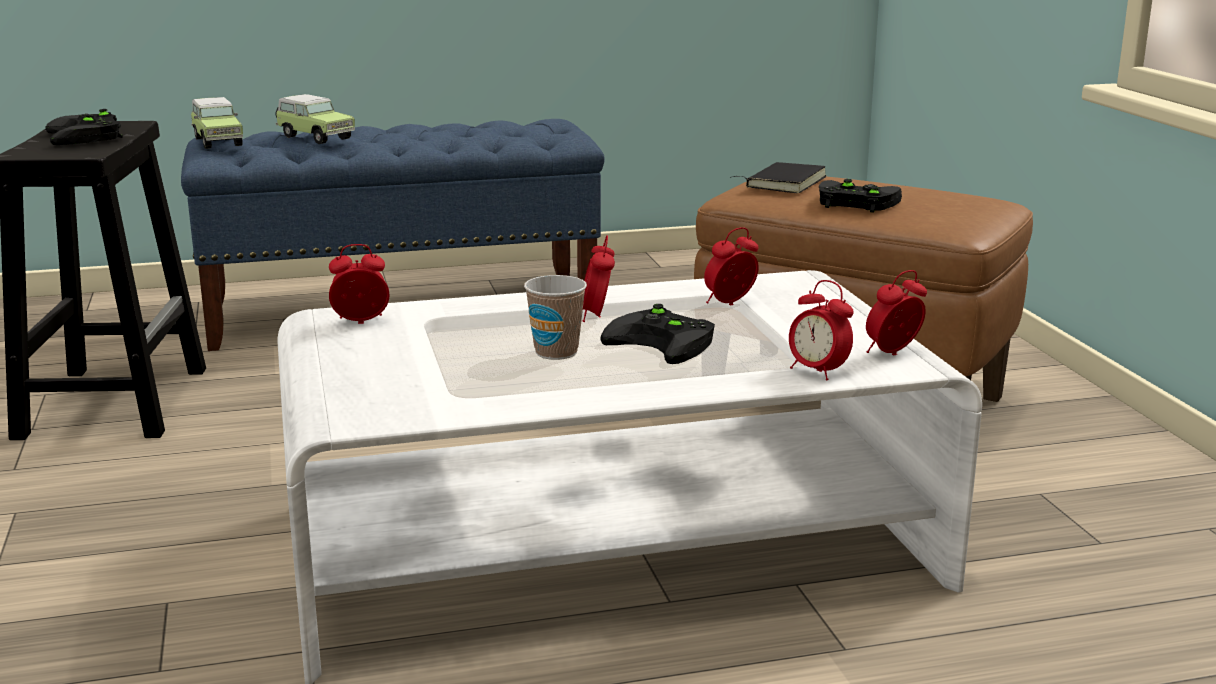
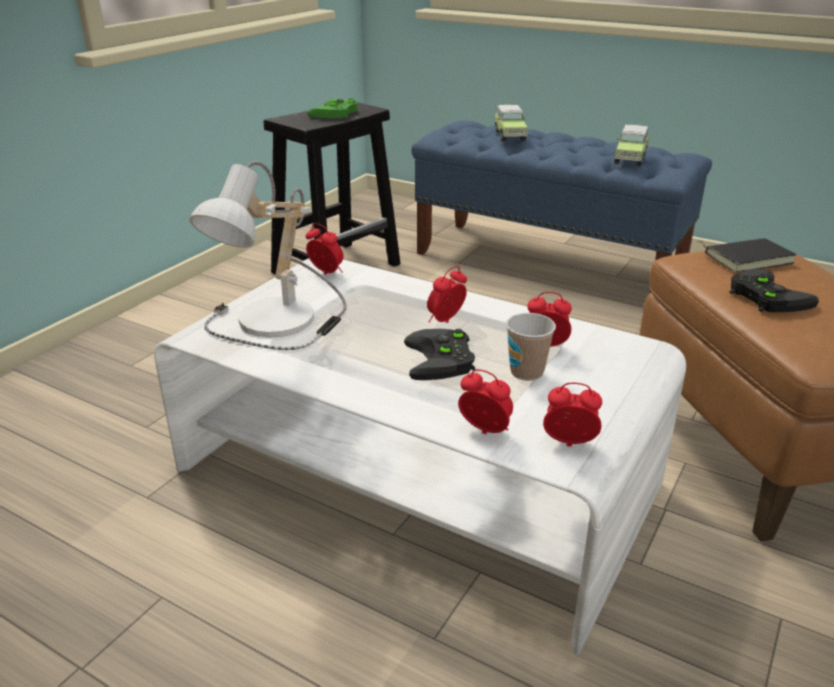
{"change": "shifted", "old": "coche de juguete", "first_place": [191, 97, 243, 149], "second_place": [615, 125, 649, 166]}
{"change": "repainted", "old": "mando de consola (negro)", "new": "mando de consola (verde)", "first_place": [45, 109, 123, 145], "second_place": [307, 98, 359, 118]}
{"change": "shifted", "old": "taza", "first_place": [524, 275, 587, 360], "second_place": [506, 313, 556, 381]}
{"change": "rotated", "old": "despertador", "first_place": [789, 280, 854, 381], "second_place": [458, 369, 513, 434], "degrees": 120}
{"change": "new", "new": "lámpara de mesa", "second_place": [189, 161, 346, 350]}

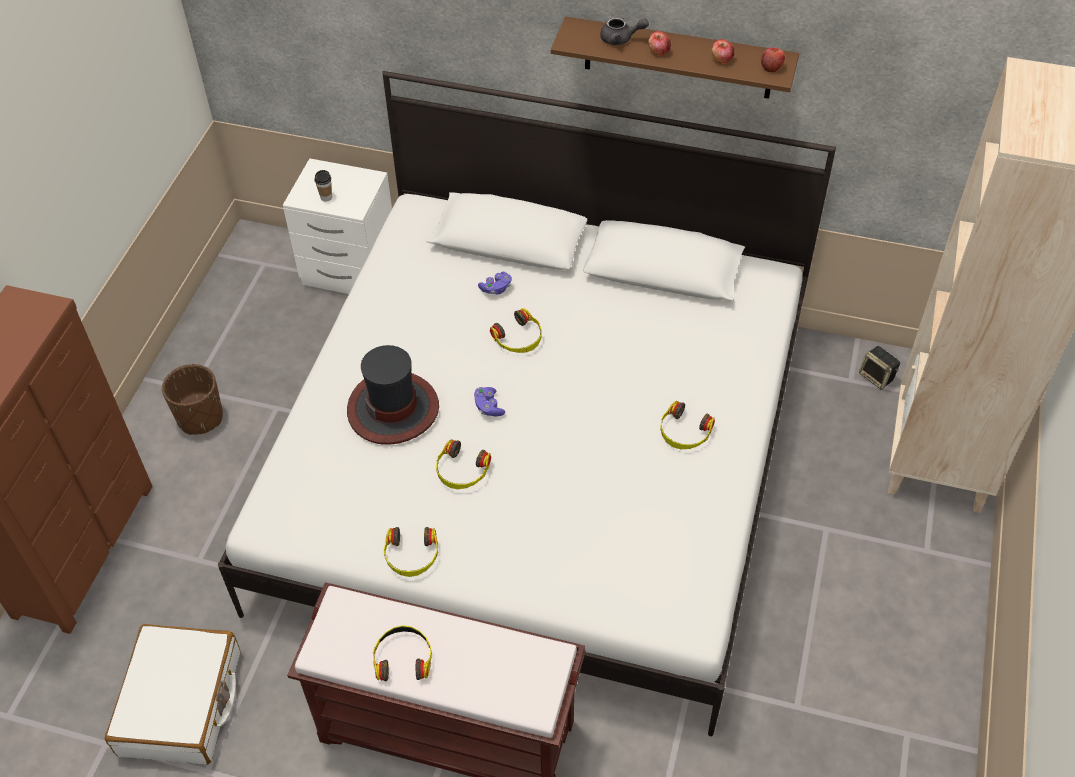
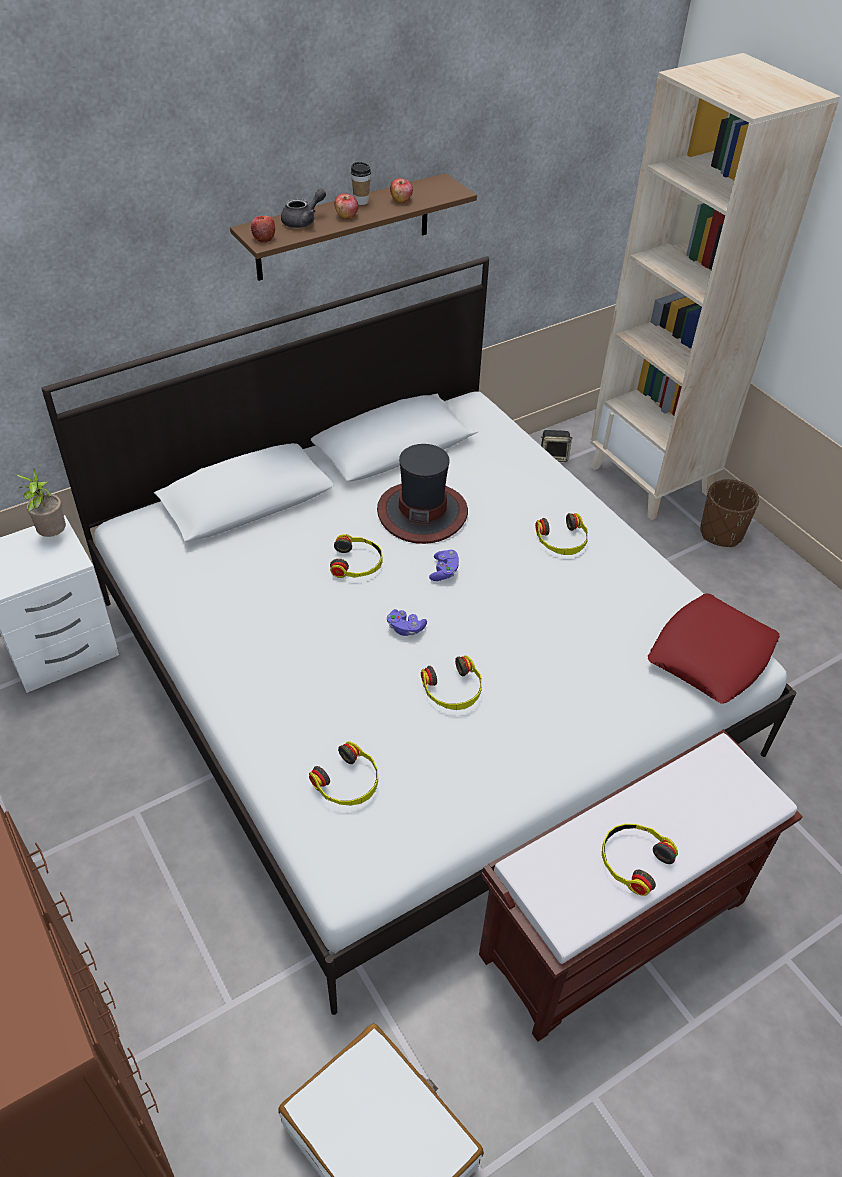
{"change": "shifted", "old": "manzana", "first_place": [761, 47, 785, 72], "second_place": [251, 216, 275, 243]}
{"change": "shifted", "old": "taza", "first_place": [314, 170, 332, 202], "second_place": [351, 162, 371, 205]}
{"change": "shifted", "old": "mando de consola (morado)", "first_place": [478, 272, 512, 294], "second_place": [429, 550, 459, 581]}
{"change": "shifted", "old": "sombrero", "first_place": [347, 345, 439, 445], "second_place": [377, 444, 468, 544]}
{"change": "shifted", "old": "maceta (marrón)", "first_place": [162, 364, 223, 435], "second_place": [700, 479, 759, 547]}
{"change": "shifted", "old": "auriculares", "first_place": [384, 527, 438, 577], "second_place": [309, 741, 378, 805]}
{"change": "new", "new": "planta en maceta", "second_place": [16, 468, 66, 537]}
{"change": "new", "new": "cojín (rojo)", "second_place": [648, 593, 780, 704]}

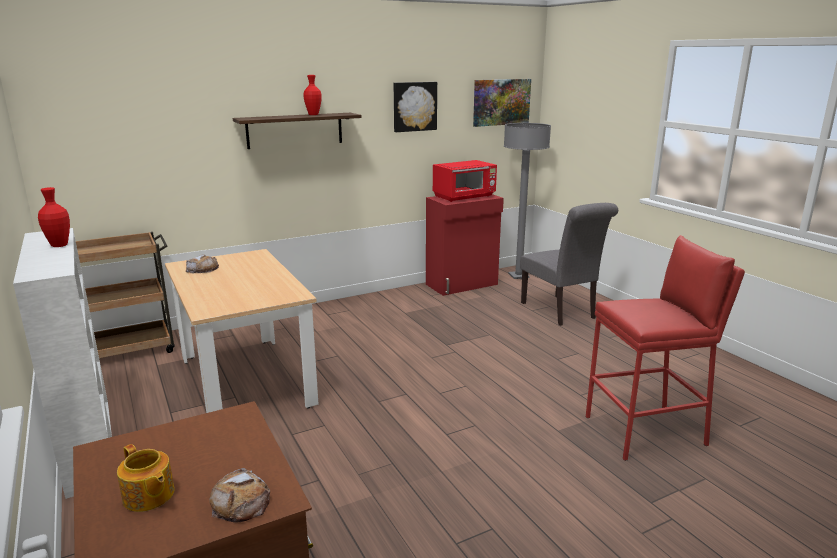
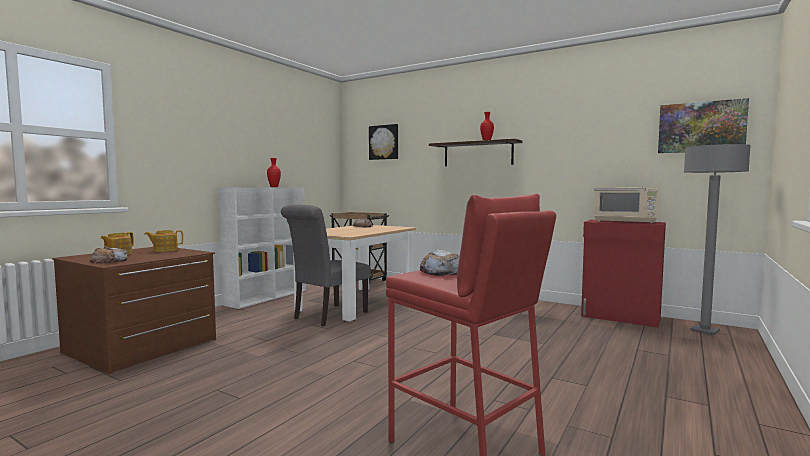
{"change": "shifted", "old": "cuadro", "first_place": [394, 82, 437, 132], "second_place": [369, 124, 398, 160]}
{"change": "repainted", "old": "microondas (rojo)", "new": "microondas (beis)", "first_place": [433, 160, 497, 202], "second_place": [594, 187, 659, 224]}
{"change": "shifted", "old": "silla (gris)", "first_place": [520, 203, 618, 326], "second_place": [281, 205, 371, 326]}
{"change": "new", "new": "tetera", "second_place": [144, 230, 183, 252]}
{"change": "new", "new": "pan", "second_place": [420, 249, 460, 276]}

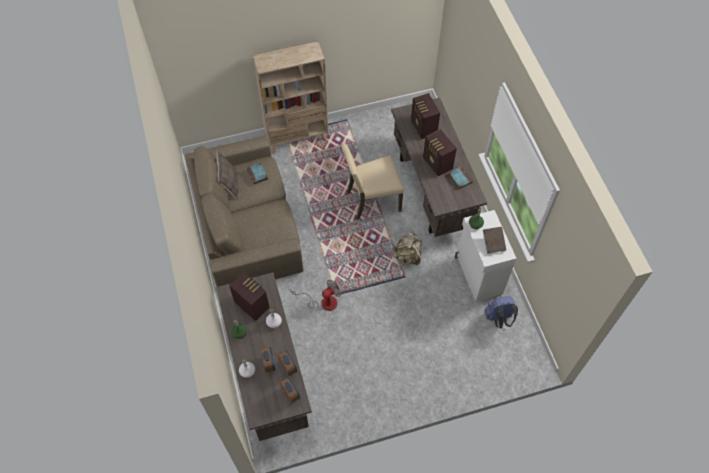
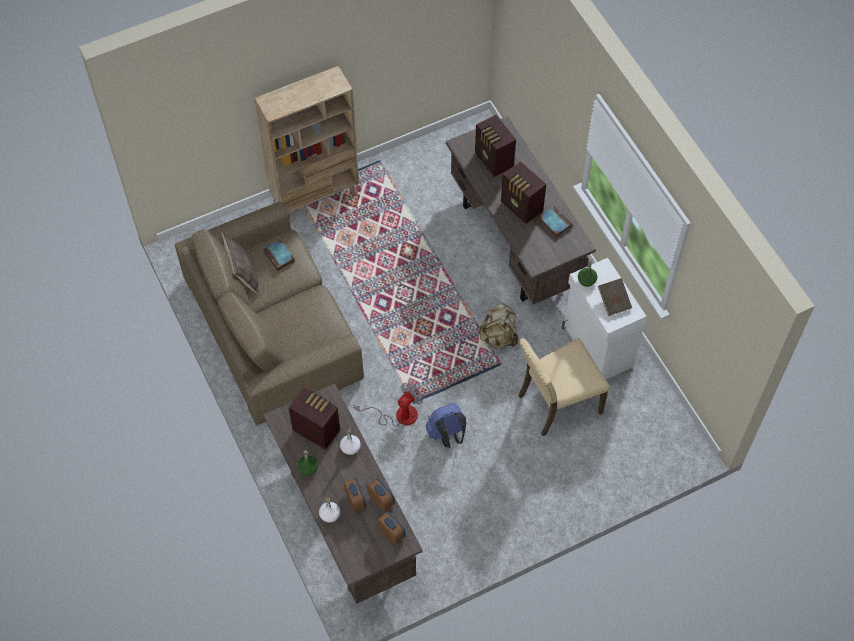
{"change": "shifted", "old": "silla (beis)", "first_place": [341, 143, 404, 220], "second_place": [518, 338, 610, 436]}
{"change": "shifted", "old": "mochila (azul)", "first_place": [484, 296, 518, 329], "second_place": [426, 404, 466, 448]}

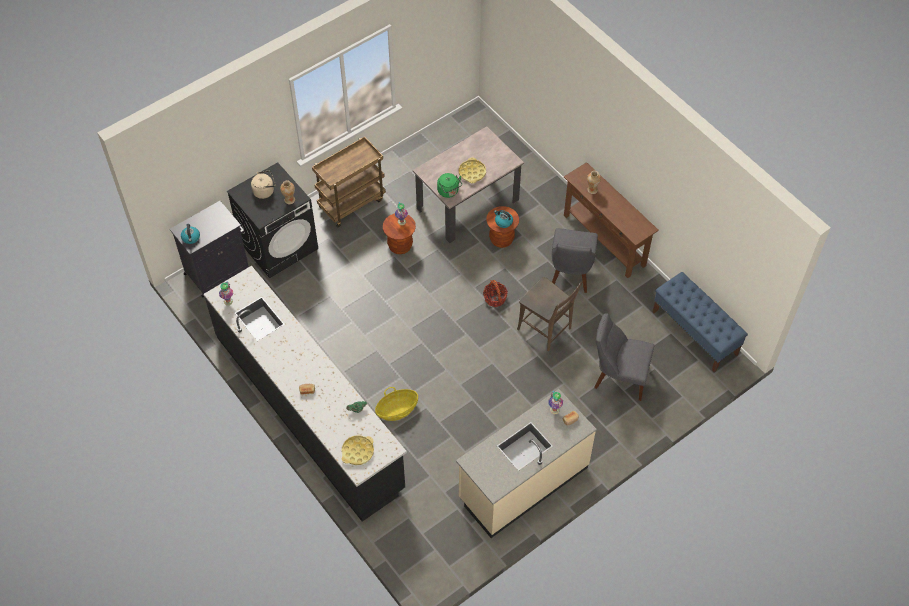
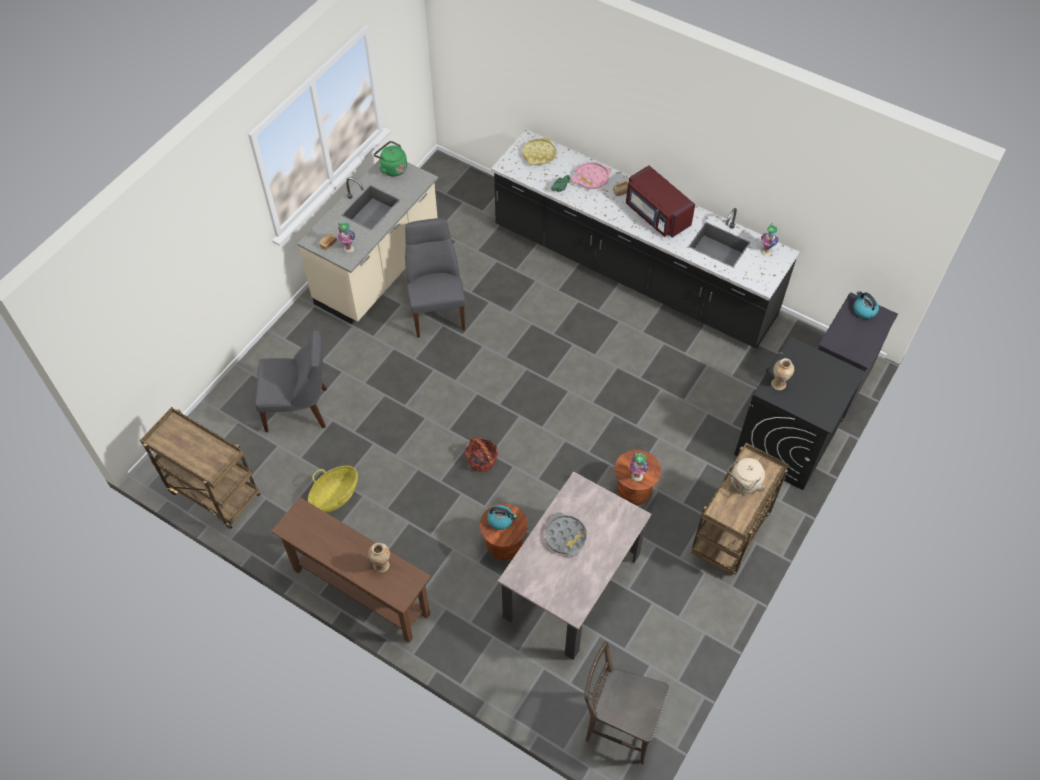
{"change": "repainted", "old": "bandeja (amarillo)", "new": "bandeja (gris)", "first_place": [459, 158, 486, 183], "second_place": [545, 512, 587, 556]}
{"change": "shifted", "old": "hervidor (beis)", "first_place": [251, 171, 276, 199], "second_place": [728, 458, 767, 494]}
{"change": "shifted", "old": "hervidor (verde)", "first_place": [437, 173, 462, 198], "second_place": [374, 141, 407, 177]}
{"change": "shifted", "old": "silla (gris)", "first_place": [551, 228, 598, 293], "second_place": [405, 218, 466, 338]}
{"change": "swapped", "old": "banco (azul)", "new": "carrito (marrón)", "first_place": [653, 272, 748, 372], "second_place": [140, 407, 261, 529]}
{"change": "shifted", "old": "silla (marrón)", "first_place": [517, 277, 582, 351], "second_place": [584, 641, 669, 764]}
{"change": "shifted", "old": "cesta", "first_place": [375, 387, 418, 421], "second_place": [308, 466, 358, 512]}
{"change": "new", "new": "bandeja (rosa)", "second_place": [572, 162, 611, 189]}
{"change": "new", "new": "microondas (rojo)", "second_place": [626, 166, 695, 238]}

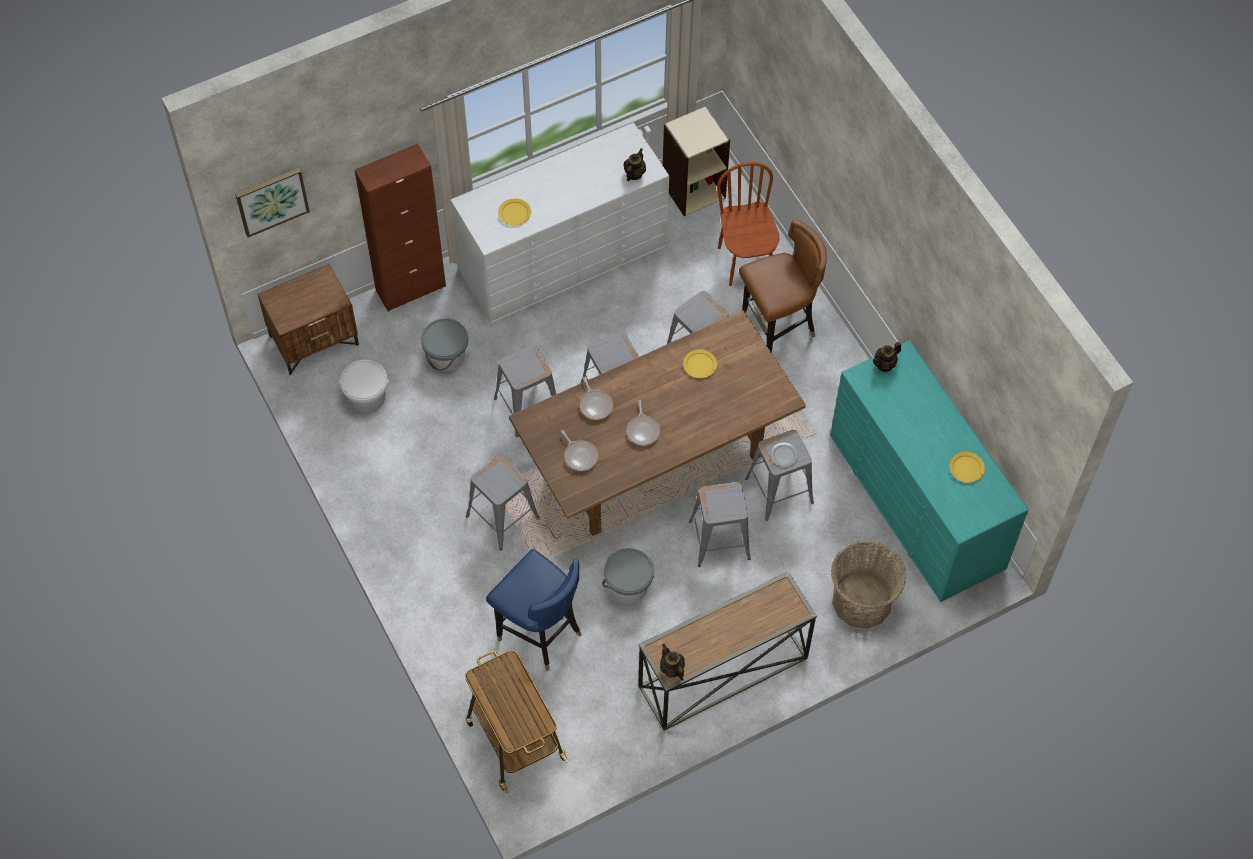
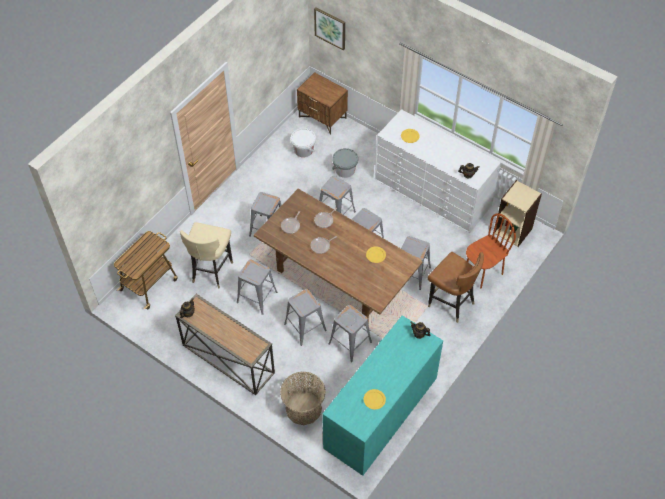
{"change": "gone", "old": "armario (marrón)", "first_place": [355, 144, 446, 312]}
{"change": "swapped", "old": "cubo (gris)", "new": "taburete (gris)", "first_place": [602, 548, 654, 603], "second_place": [237, 260, 277, 315]}
{"change": "repainted", "old": "silla (azul)", "new": "silla (beis)", "first_place": [486, 549, 581, 671], "second_place": [180, 222, 233, 288]}

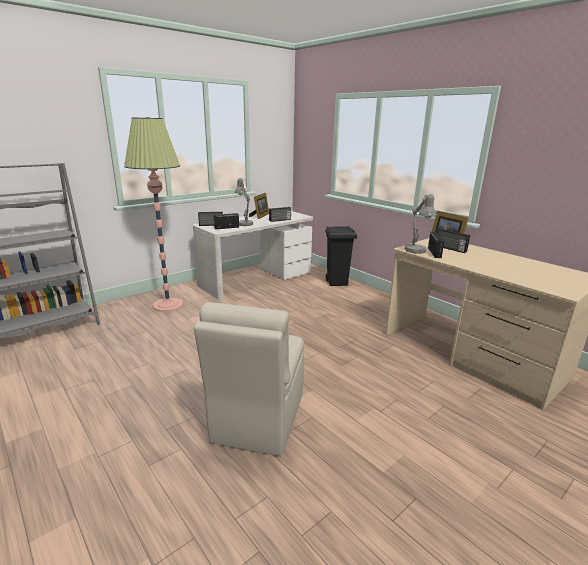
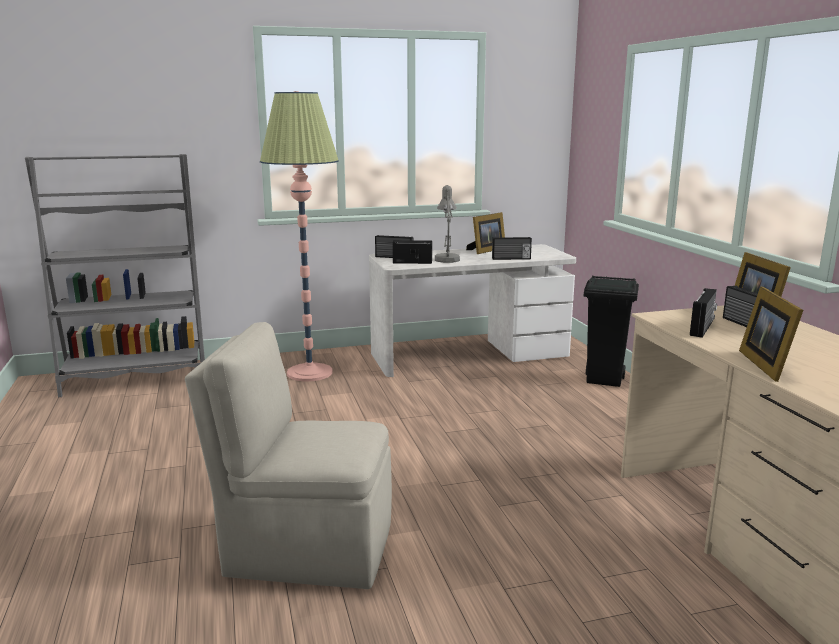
{"change": "gone", "old": "lámpara de mesa (gris)", "first_place": [404, 194, 437, 254]}
{"change": "rotated", "old": "silla (beis)", "first_place": [194, 302, 304, 456], "second_place": [185, 322, 392, 589], "degrees": 60}
{"change": "new", "new": "portarretratos", "second_place": [739, 287, 803, 382]}

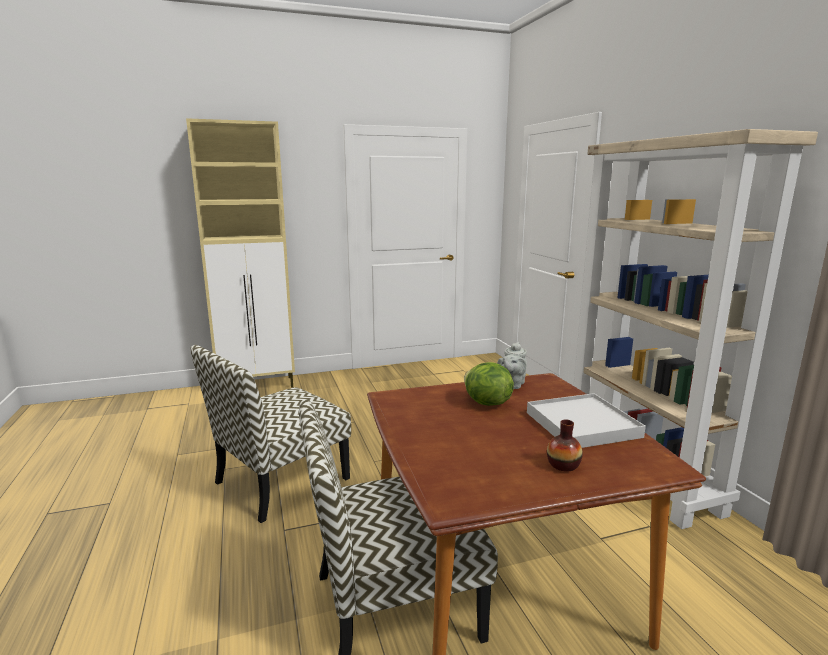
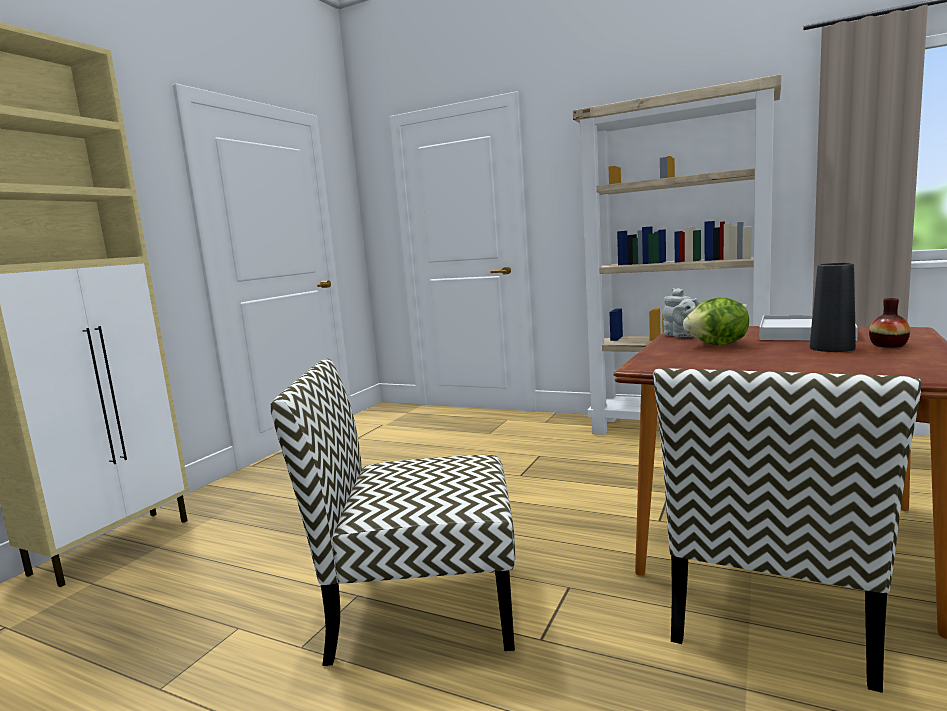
{"change": "rotated", "old": "silla", "first_place": [191, 345, 351, 523], "second_place": [270, 358, 515, 666], "degrees": 90}
{"change": "new", "new": "florero (negro)", "second_place": [810, 263, 856, 352]}

